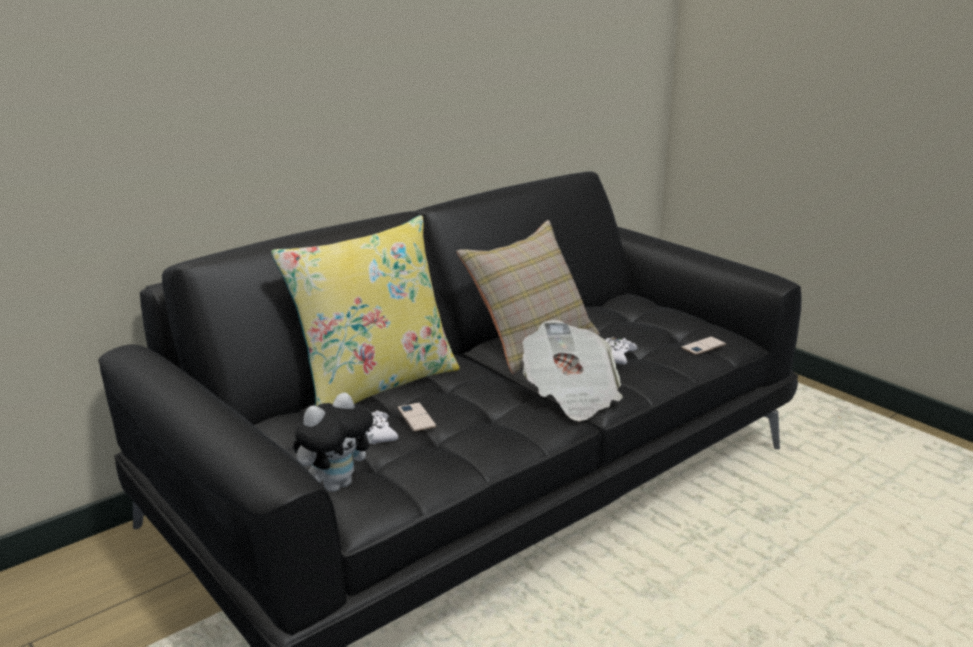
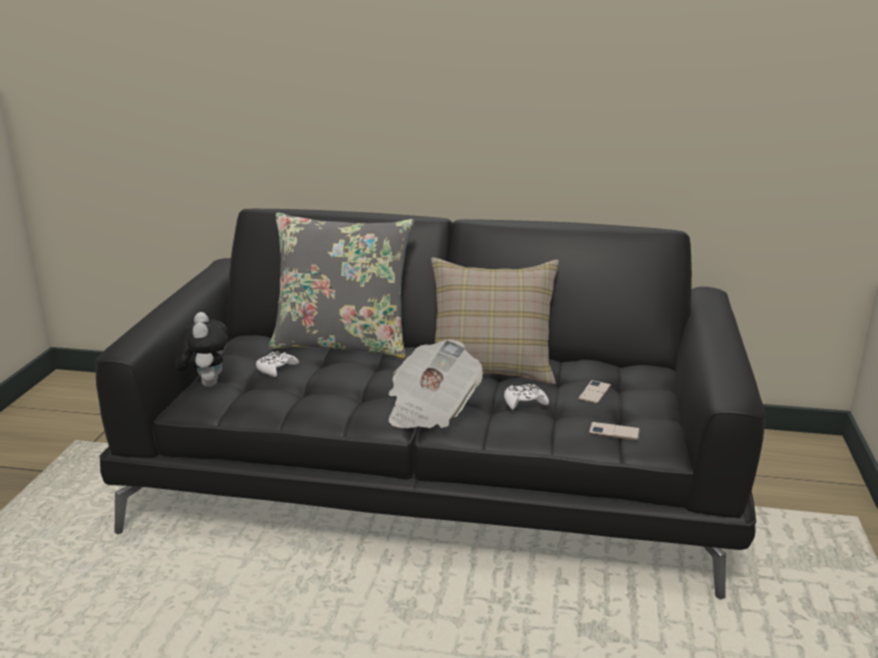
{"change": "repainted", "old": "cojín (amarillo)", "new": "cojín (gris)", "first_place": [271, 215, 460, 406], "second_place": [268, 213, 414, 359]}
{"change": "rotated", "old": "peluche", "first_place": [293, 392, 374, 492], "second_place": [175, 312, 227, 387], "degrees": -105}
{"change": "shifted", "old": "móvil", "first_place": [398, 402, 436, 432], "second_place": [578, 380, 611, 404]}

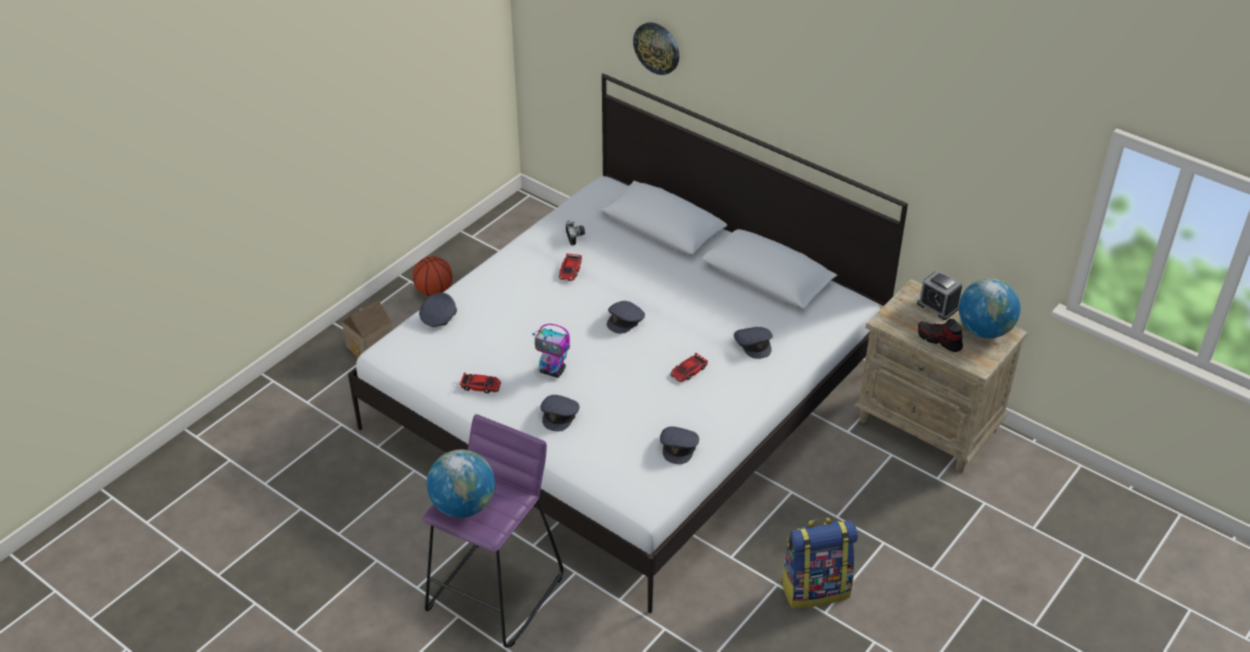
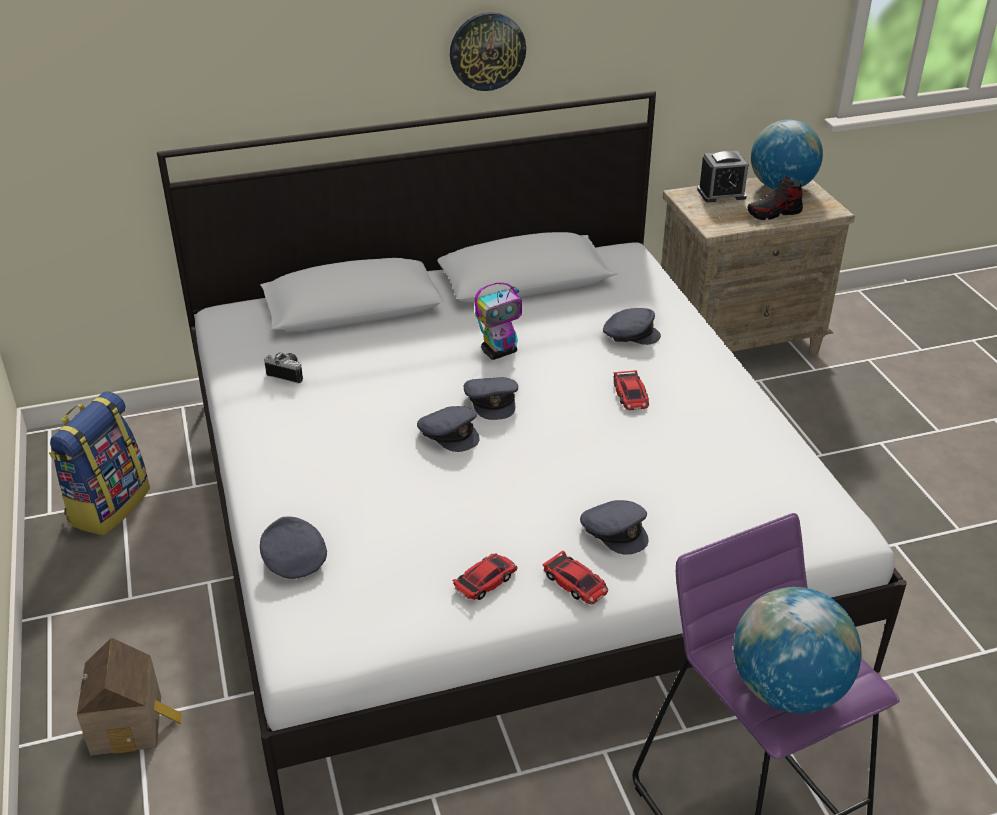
{"change": "shifted", "old": "reloj de pared", "first_place": [633, 22, 679, 75], "second_place": [450, 12, 526, 91]}
{"change": "shifted", "old": "coche de juguete", "first_place": [559, 253, 582, 281], "second_place": [542, 551, 608, 604]}
{"change": "gone", "old": "balón de baloncesto", "first_place": [413, 256, 453, 296]}
{"change": "shifted", "old": "robot de juguete", "first_place": [532, 324, 570, 378], "second_place": [475, 283, 522, 360]}
{"change": "shifted", "old": "gorra (gris)", "first_place": [660, 426, 699, 464], "second_place": [417, 406, 480, 452]}
{"change": "shifted", "old": "mochila", "first_place": [781, 518, 858, 608], "second_place": [49, 392, 150, 536]}

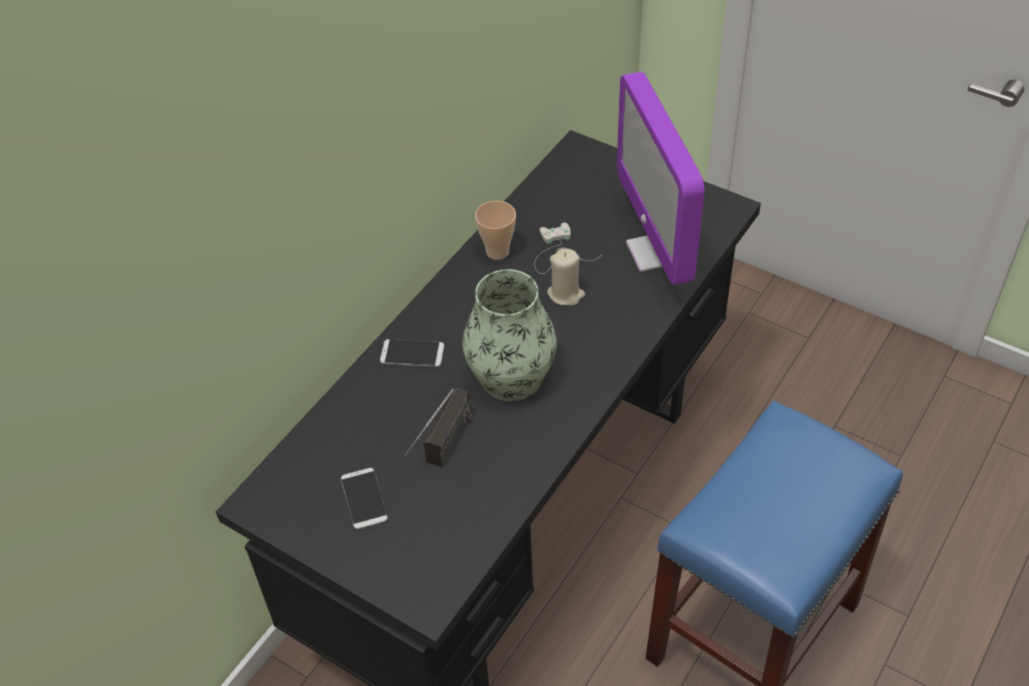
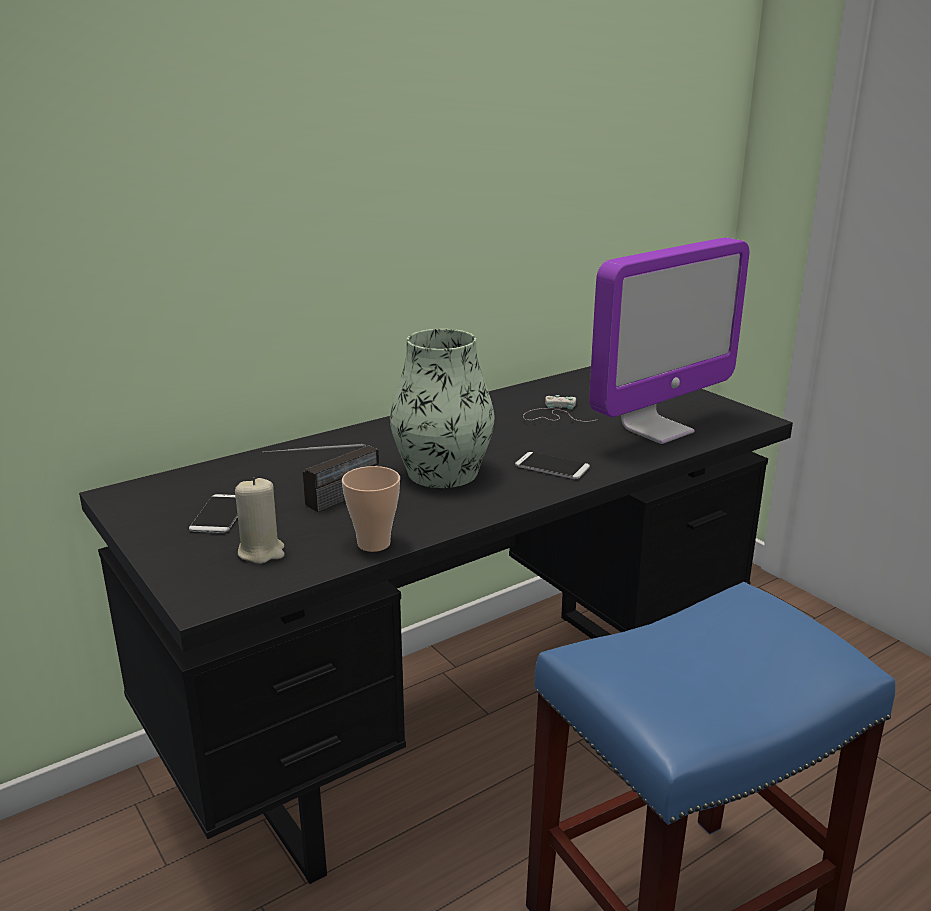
{"change": "rotated", "old": "monitor", "first_place": [617, 71, 705, 285], "second_place": [589, 238, 749, 444], "degrees": -135}
{"change": "shifted", "old": "taza", "first_place": [475, 201, 516, 260], "second_place": [342, 466, 400, 552]}
{"change": "shifted", "old": "vela (beis)", "first_place": [547, 248, 585, 306], "second_place": [235, 477, 284, 564]}
{"change": "shifted", "old": "móvil", "first_place": [380, 339, 444, 367], "second_place": [515, 452, 590, 479]}

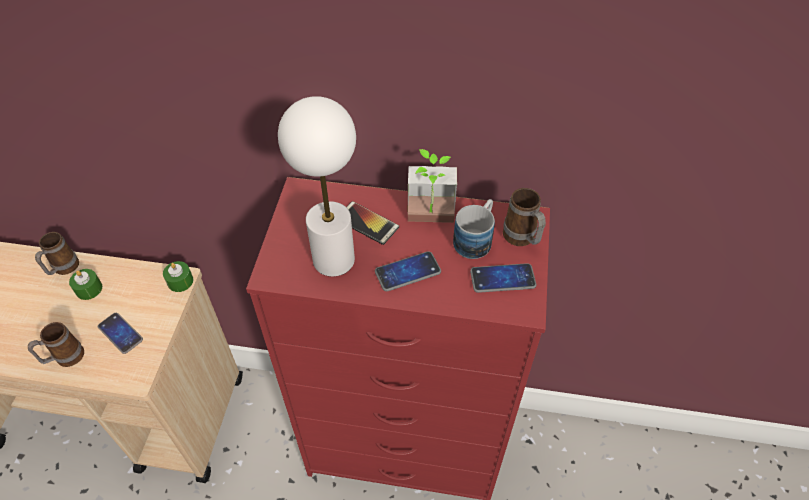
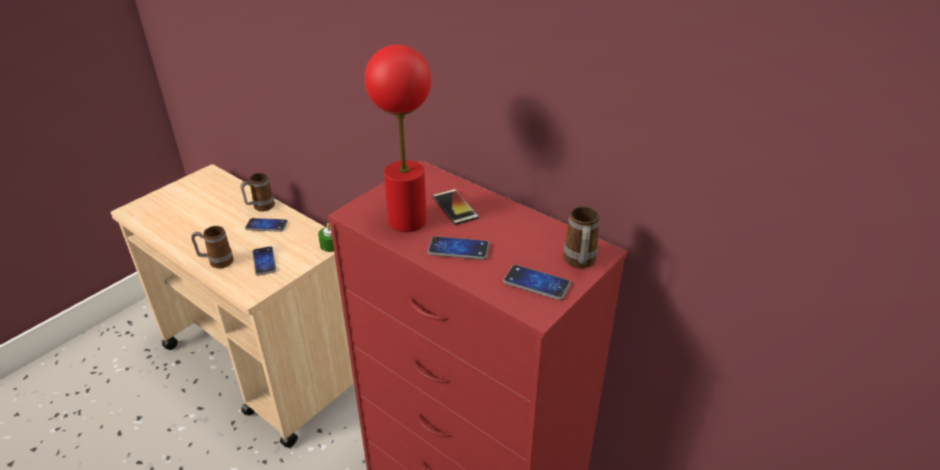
{"change": "repainted", "old": "lámpara de mesa (blanco)", "new": "lámpara de mesa (rojo)", "first_place": [278, 96, 356, 277], "second_place": [365, 45, 431, 232]}
{"change": "gone", "old": "planta en maceta", "first_place": [408, 149, 457, 223]}
{"change": "gone", "old": "taza grande", "first_place": [453, 199, 495, 259]}
{"change": "swapped", "old": "vela (verde)", "new": "móvil", "first_place": [69, 269, 102, 300], "second_place": [245, 218, 288, 232]}

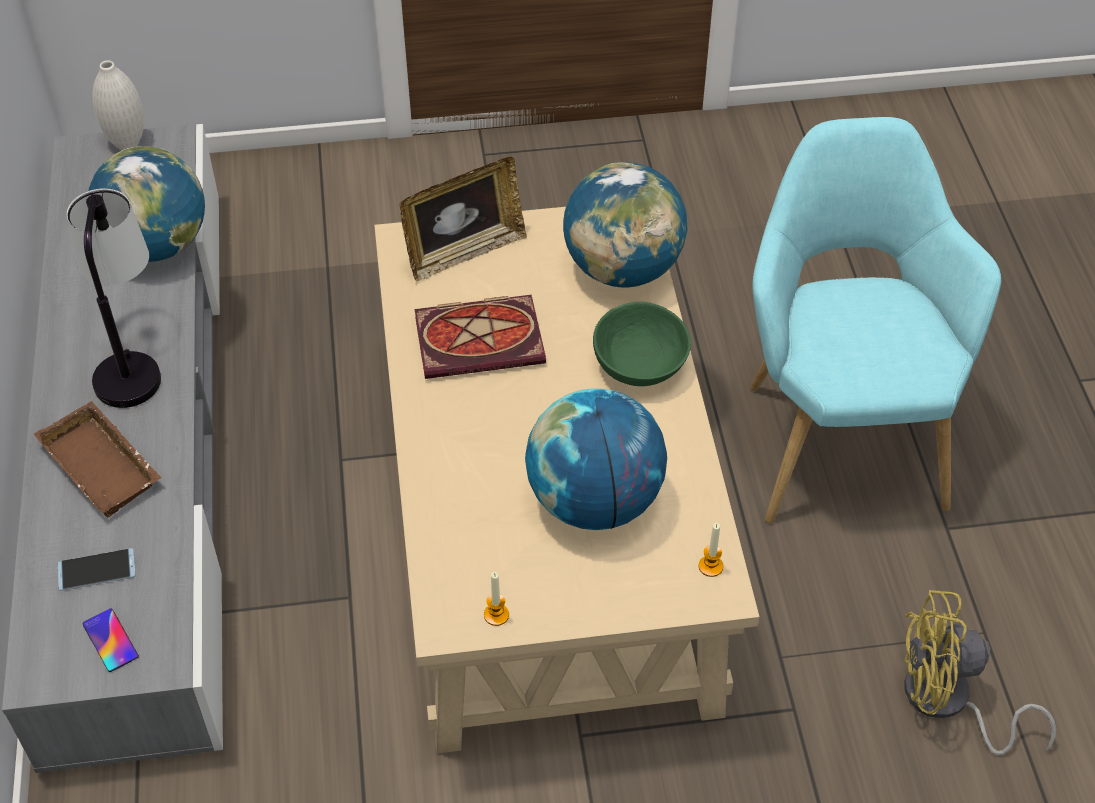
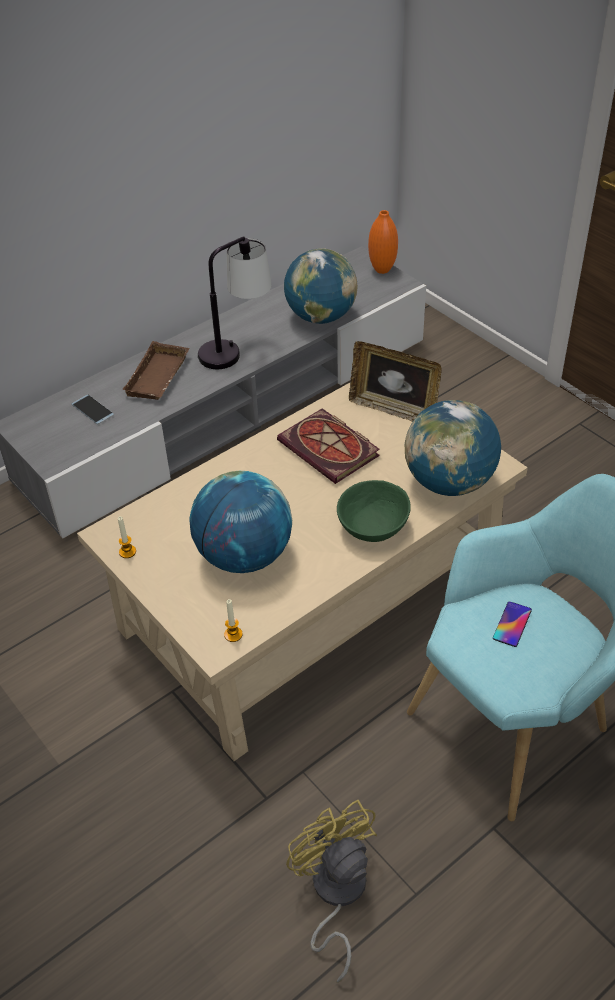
{"change": "repainted", "old": "florero (blanco)", "new": "florero (naranja)", "first_place": [92, 60, 144, 150], "second_place": [368, 210, 398, 274]}
{"change": "shifted", "old": "móvil", "first_place": [83, 609, 139, 672], "second_place": [493, 601, 532, 647]}

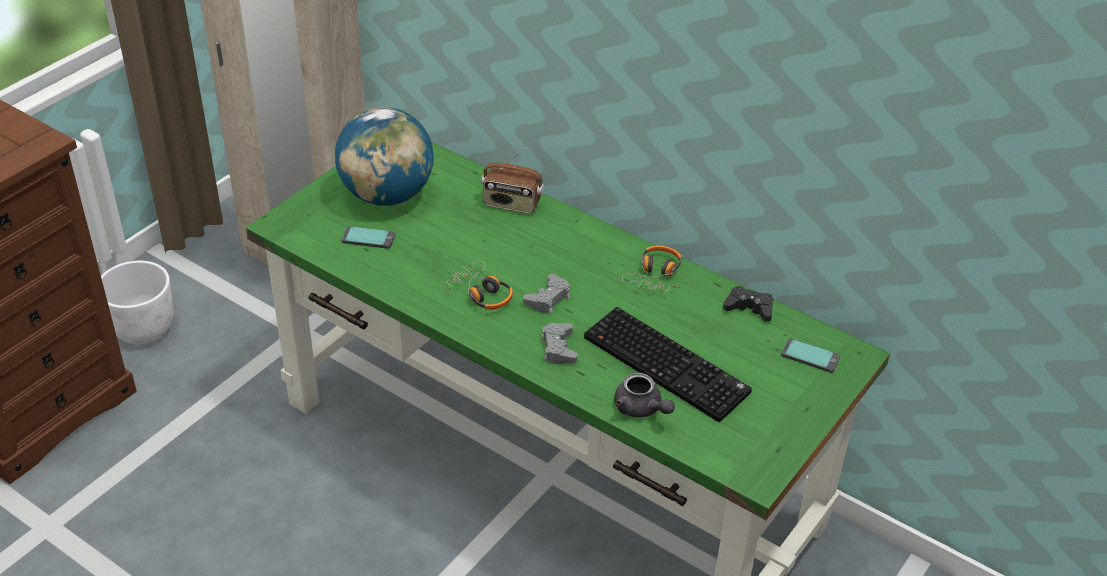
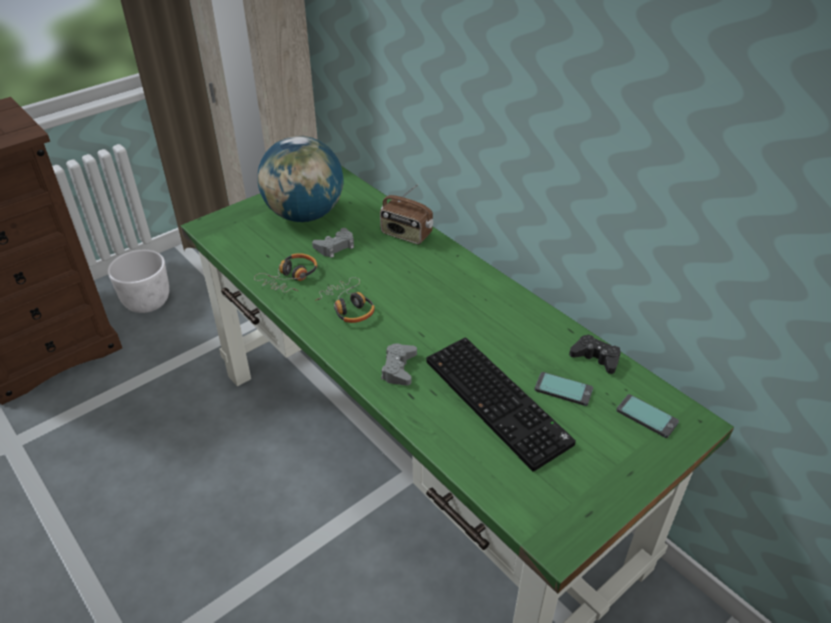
{"change": "shifted", "old": "móvil", "first_place": [341, 226, 395, 249], "second_place": [535, 372, 593, 406]}
{"change": "shifted", "old": "auriculares", "first_place": [622, 246, 682, 291], "second_place": [254, 253, 317, 292]}
{"change": "shifted", "old": "mando de consola (gris)", "first_place": [523, 274, 570, 314], "second_place": [312, 228, 354, 258]}
{"change": "gone", "old": "tetera (gris)", "first_place": [614, 373, 675, 418]}

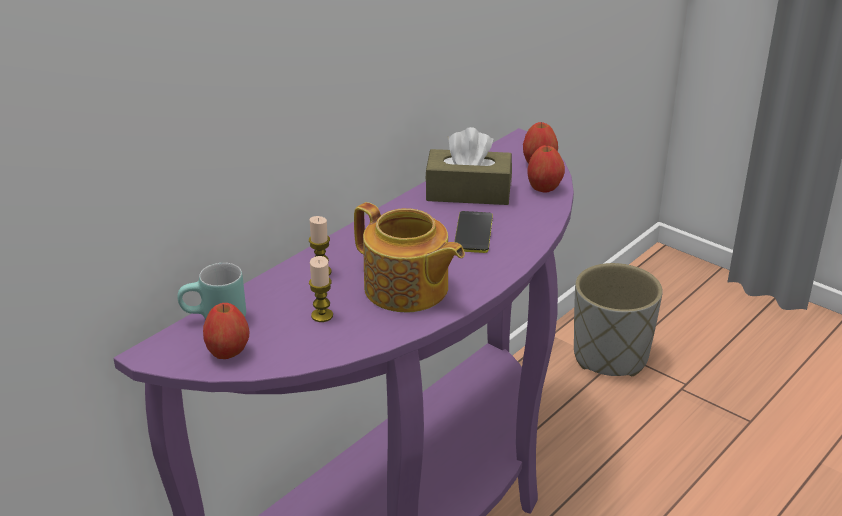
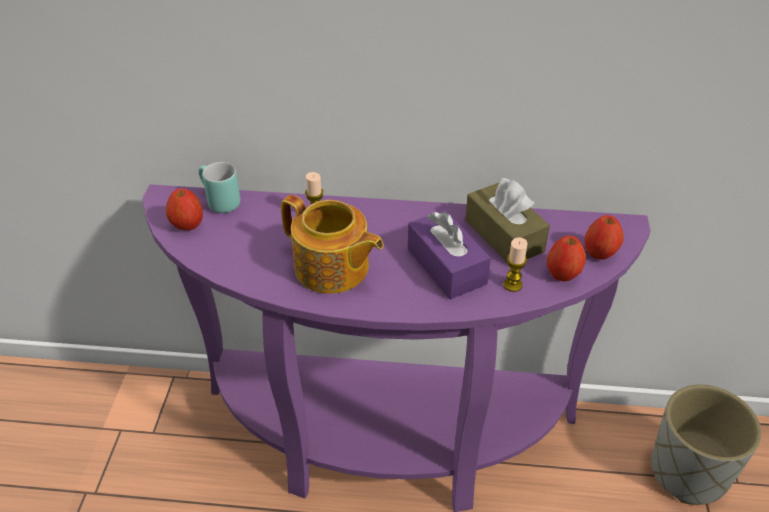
{"change": "rotated", "old": "tetera", "first_place": [354, 202, 465, 312], "second_place": [281, 195, 384, 294], "degrees": -60}
{"change": "swapped", "old": "móvil", "new": "caja de pañuelos (morado)", "first_place": [454, 211, 493, 253], "second_place": [408, 210, 491, 299]}
{"change": "shifted", "old": "vela", "first_place": [309, 256, 333, 322], "second_place": [503, 237, 528, 292]}

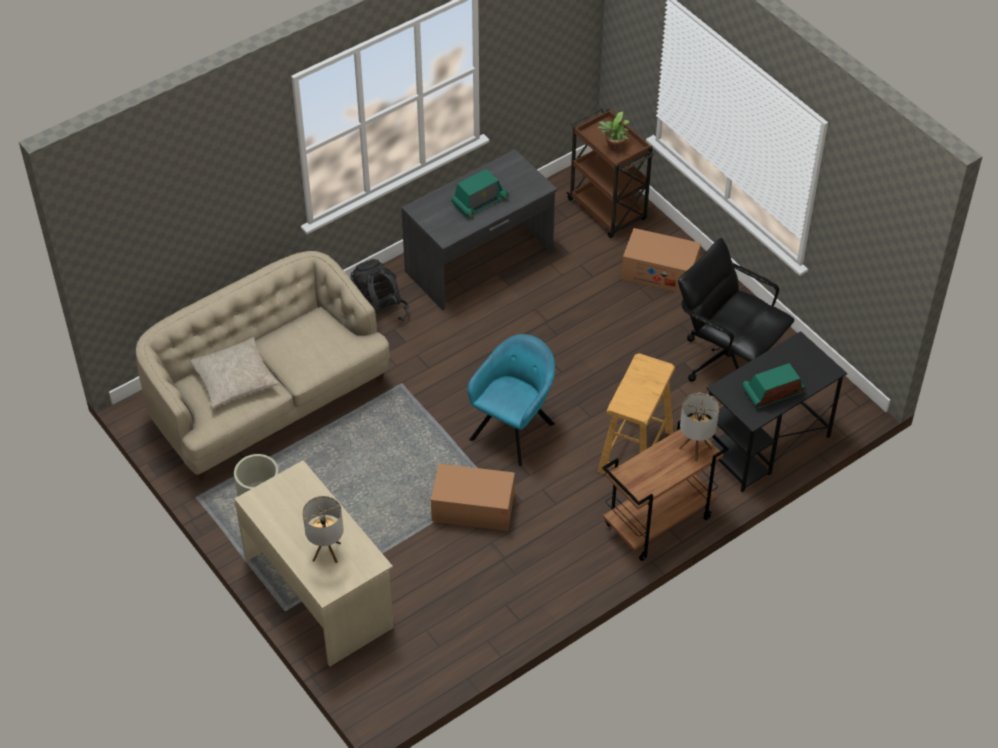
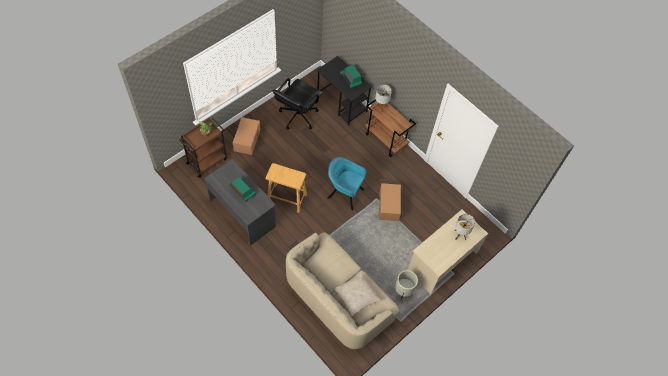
{"change": "gone", "old": "mochila (negro)", "first_place": [350, 259, 409, 331]}
{"change": "shifted", "old": "taburete (beis)", "first_place": [598, 353, 675, 474], "second_place": [266, 163, 307, 213]}

